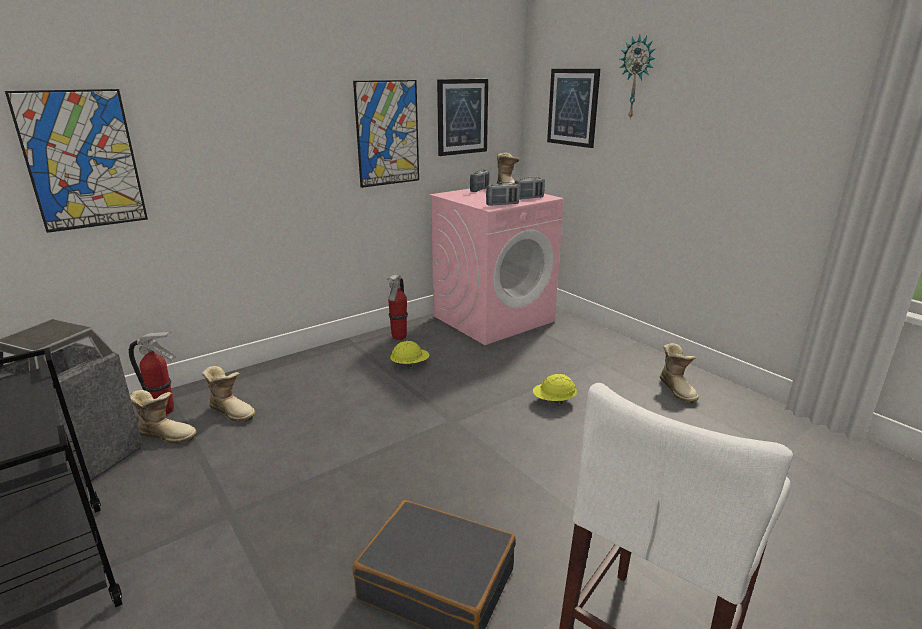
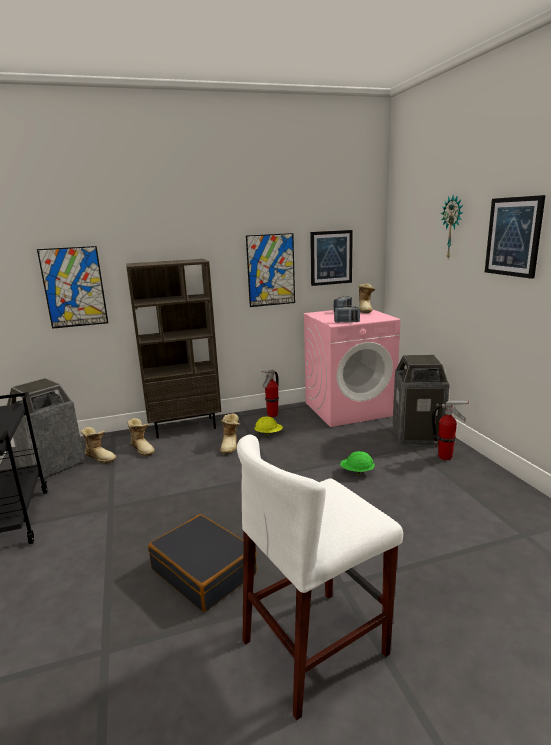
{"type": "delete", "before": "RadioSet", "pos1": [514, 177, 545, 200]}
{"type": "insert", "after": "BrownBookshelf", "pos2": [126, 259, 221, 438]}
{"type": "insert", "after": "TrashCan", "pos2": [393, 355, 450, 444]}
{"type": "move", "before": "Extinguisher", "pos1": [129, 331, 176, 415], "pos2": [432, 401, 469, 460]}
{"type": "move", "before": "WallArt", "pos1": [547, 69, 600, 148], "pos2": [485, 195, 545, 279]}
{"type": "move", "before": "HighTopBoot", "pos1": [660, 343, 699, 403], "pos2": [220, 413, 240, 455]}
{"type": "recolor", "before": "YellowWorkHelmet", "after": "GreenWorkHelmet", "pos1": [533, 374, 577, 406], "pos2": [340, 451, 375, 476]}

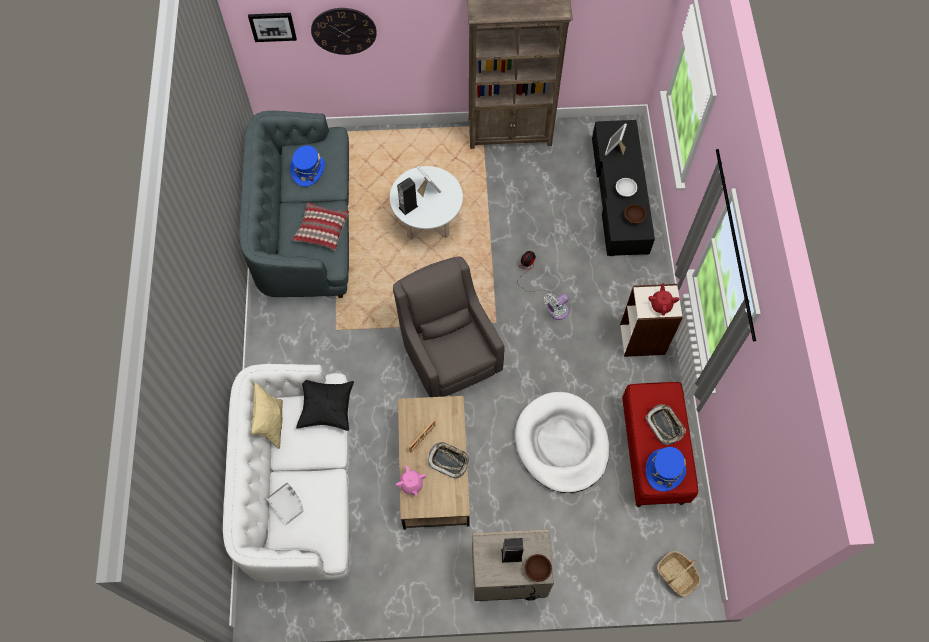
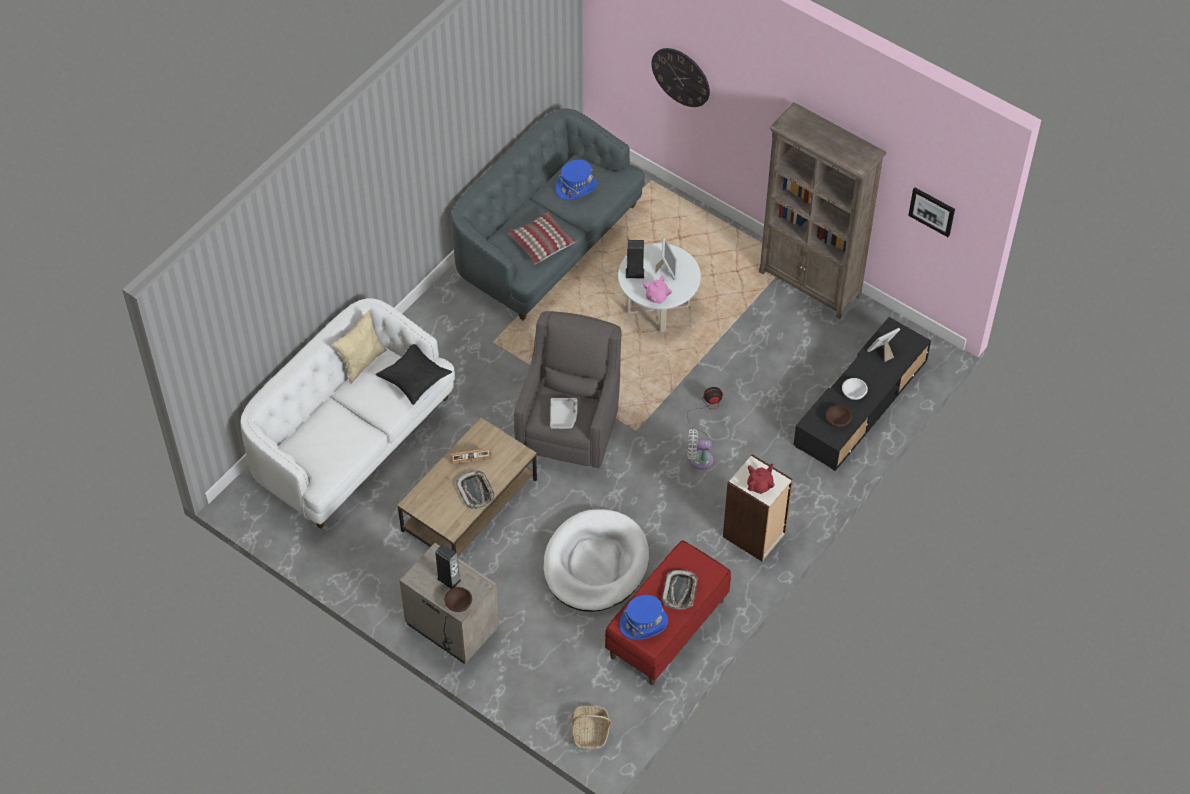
{"type": "move", "before": "WallArt", "pos1": [248, 13, 297, 42], "pos2": [908, 188, 955, 237]}
{"type": "move", "before": "GreyServingTray", "pos1": [266, 482, 303, 525], "pos2": [550, 398, 577, 429]}
{"type": "move", "before": "PinkTeaPot", "pos1": [396, 466, 426, 496], "pos2": [642, 275, 672, 304]}

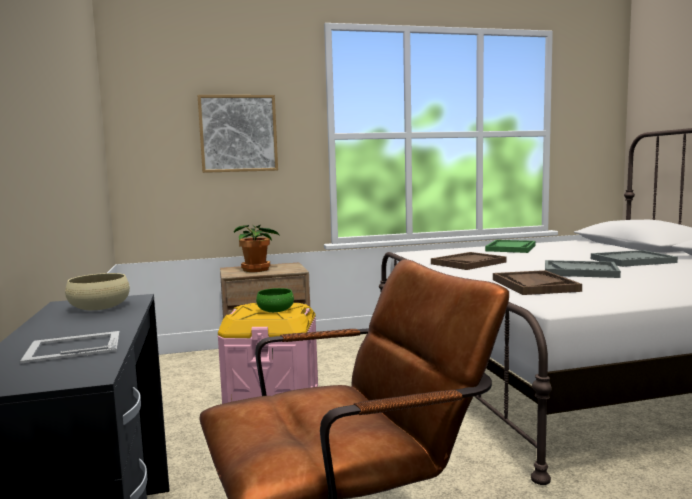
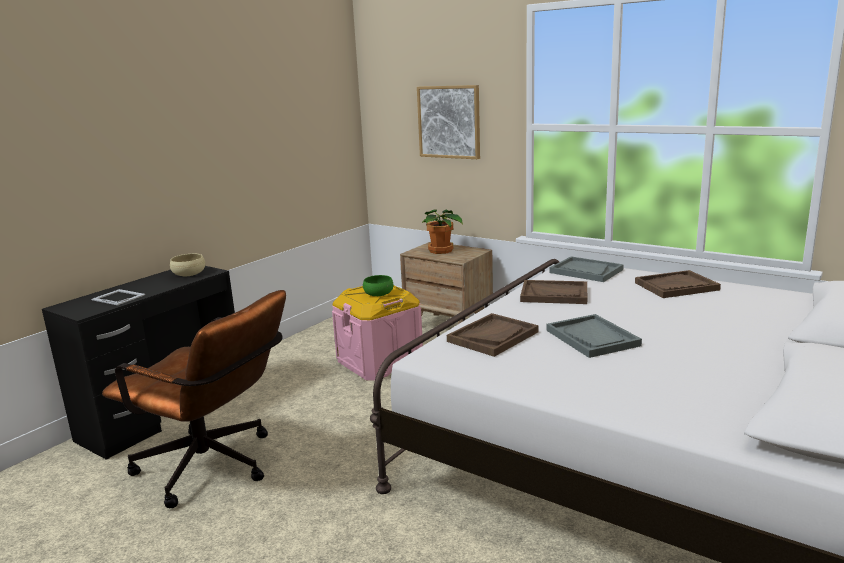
{"type": "move", "before": "GreyServingTray", "pos1": [591, 250, 678, 267], "pos2": [549, 256, 624, 282]}
{"type": "recolor", "before": "GreenServingTray", "after": "BrownServingTray", "pos1": [485, 240, 536, 253], "pos2": [635, 270, 721, 298]}

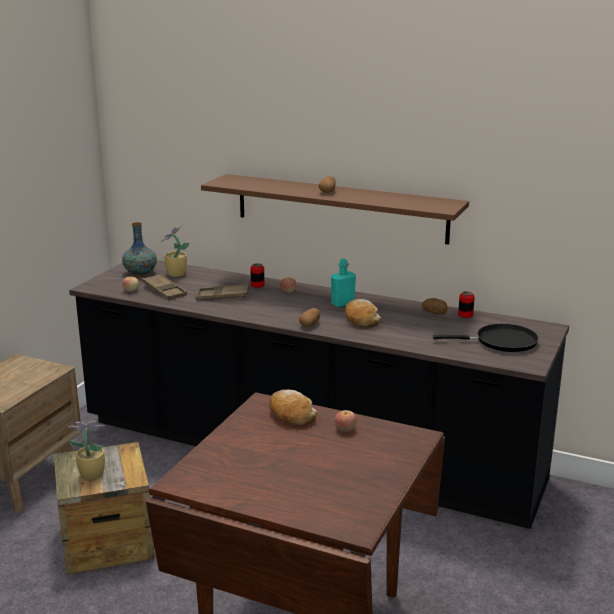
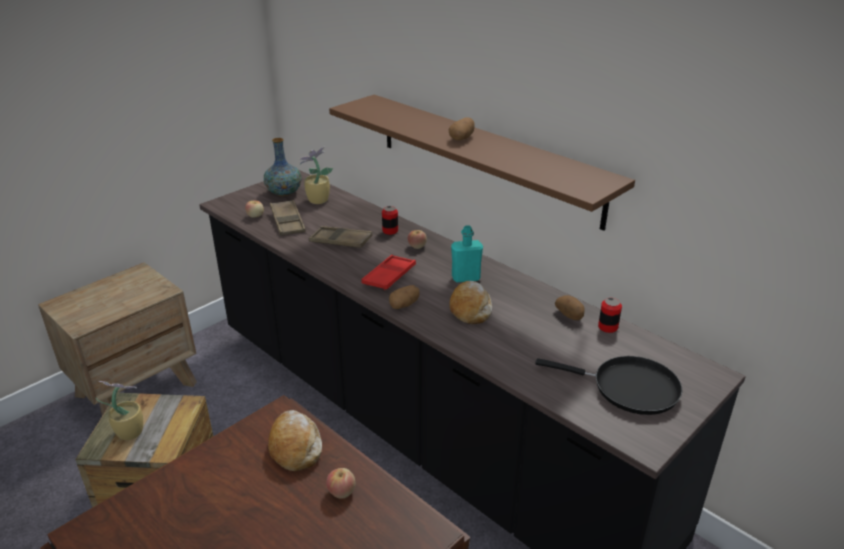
{"type": "insert", "after": "RedServingTray", "pos2": [361, 255, 416, 290]}

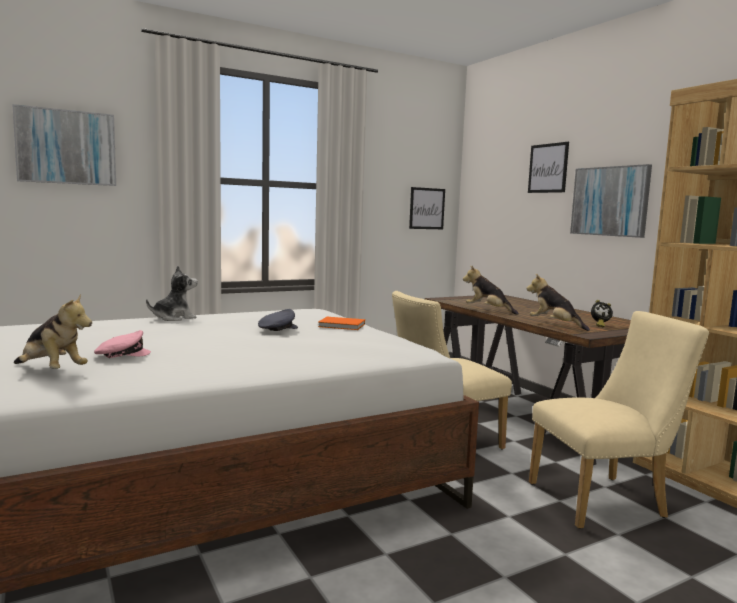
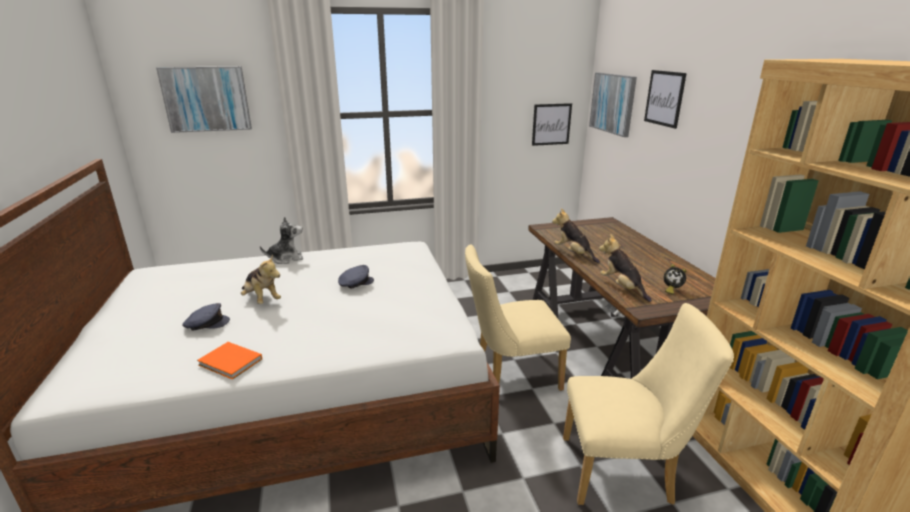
{"type": "move", "before": "CuddlyToy", "pos1": [14, 294, 92, 369], "pos2": [241, 254, 281, 304]}
{"type": "move", "before": "OrangeColouredBoundBook", "pos1": [318, 317, 365, 330], "pos2": [197, 342, 262, 380]}
{"type": "move", "before": "WallArt", "pos1": [570, 164, 652, 238], "pos2": [589, 73, 637, 137]}
{"type": "recolor", "before": "PinkCap", "after": "GreyCap", "pos1": [94, 330, 151, 358], "pos2": [182, 303, 230, 331]}

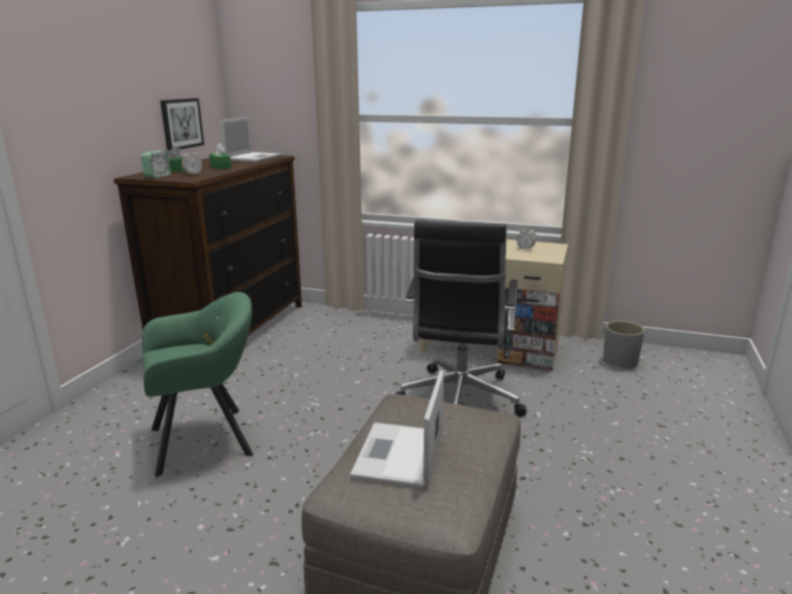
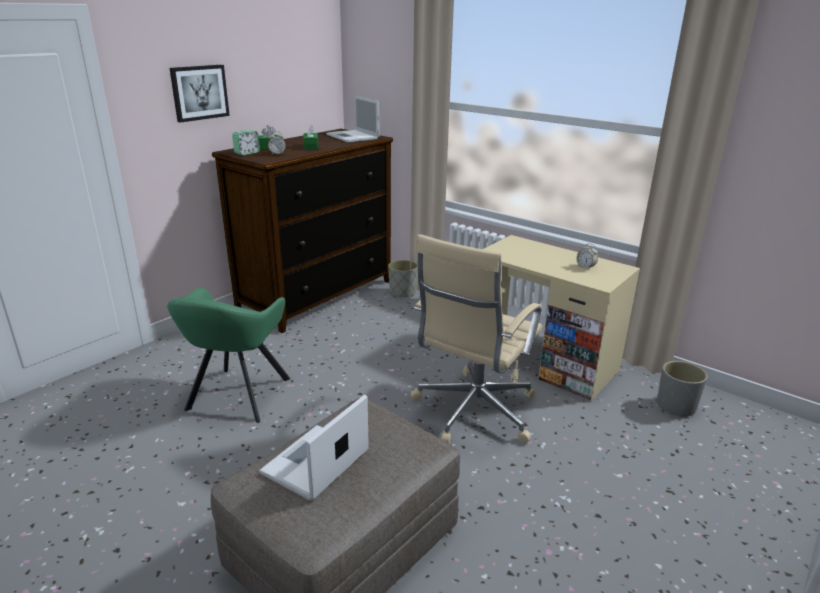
{"type": "insert", "after": "GreyFlowerPot", "pos2": [388, 260, 418, 297]}
{"type": "move", "before": "WallArt", "pos1": [160, 98, 204, 151], "pos2": [170, 65, 230, 123]}
{"type": "recolor", "before": "BlackishComputerChair", "after": "SandColouredComputerChair", "pos1": [395, 220, 526, 417], "pos2": [411, 234, 543, 444]}
{"type": "rotate", "before": "GreenEasyChair", "pos1": [142, 292, 253, 477], "pos2": [167, 288, 290, 423], "turn": 105}
{"type": "rotate", "before": "NotebookComputer", "pos1": [220, 117, 282, 162], "pos2": [326, 96, 379, 142], "turn": 105}

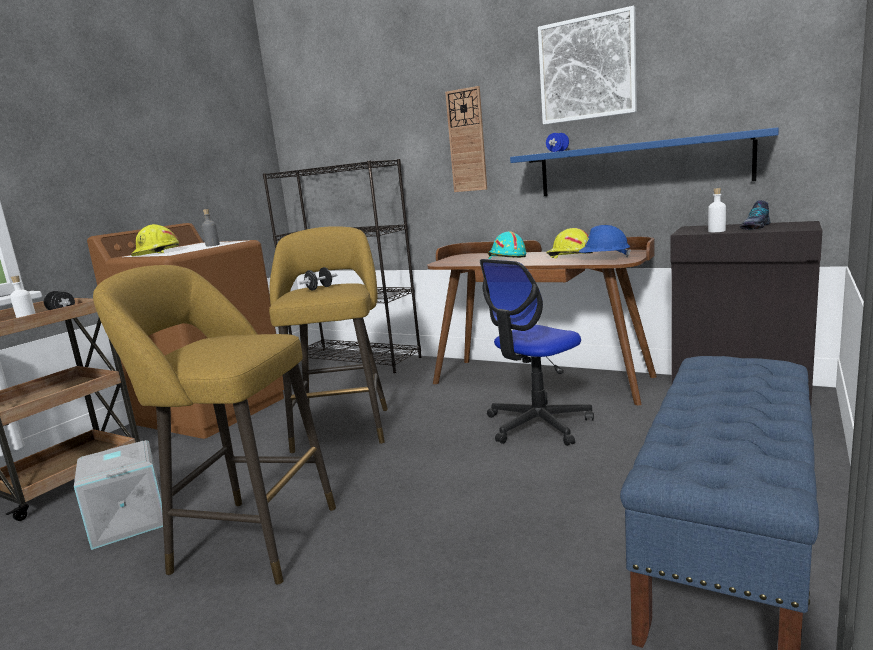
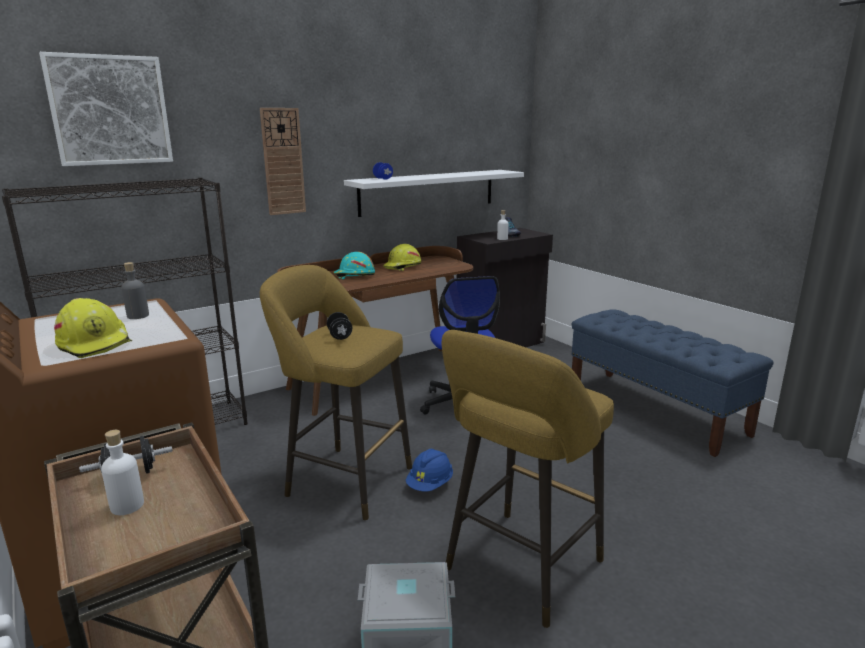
{"type": "move", "before": "WallArt", "pos1": [538, 6, 637, 125], "pos2": [39, 52, 173, 166]}
{"type": "move", "before": "BlueWorkHelmet", "pos1": [579, 225, 631, 257], "pos2": [406, 449, 453, 492]}
{"type": "recolor", "before": "BlueShelf", "after": "WhitishShelf", "pos1": [510, 127, 779, 196], "pos2": [344, 170, 524, 217]}

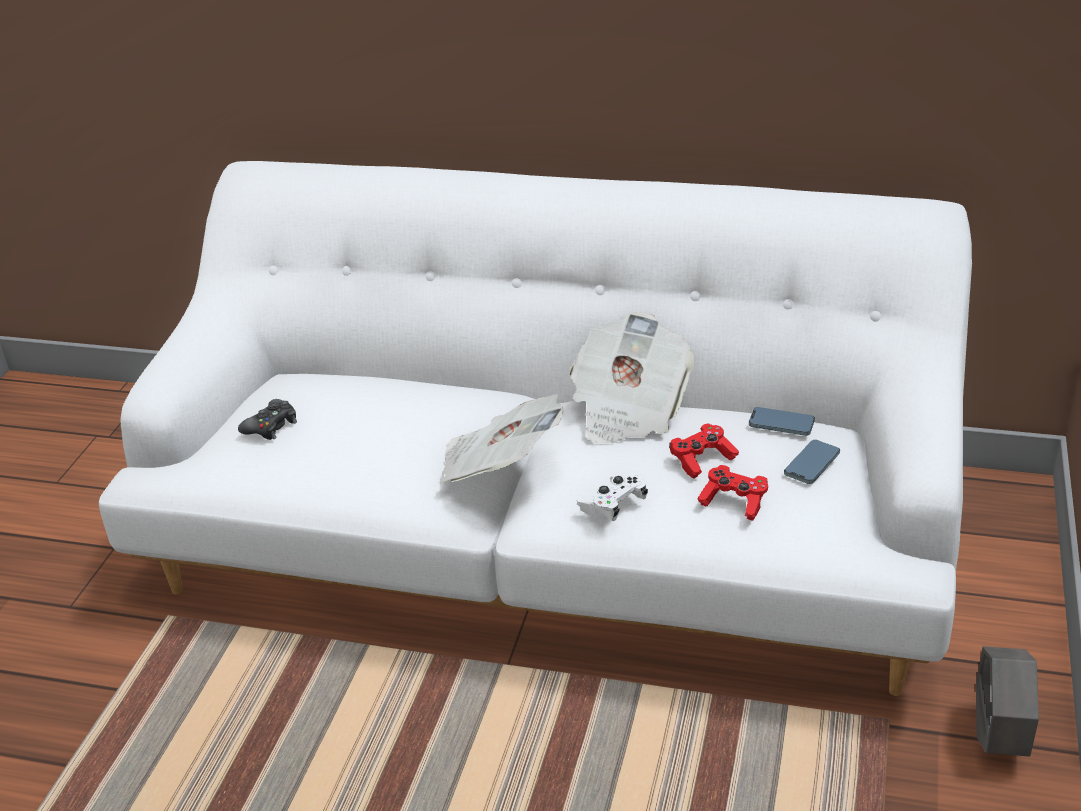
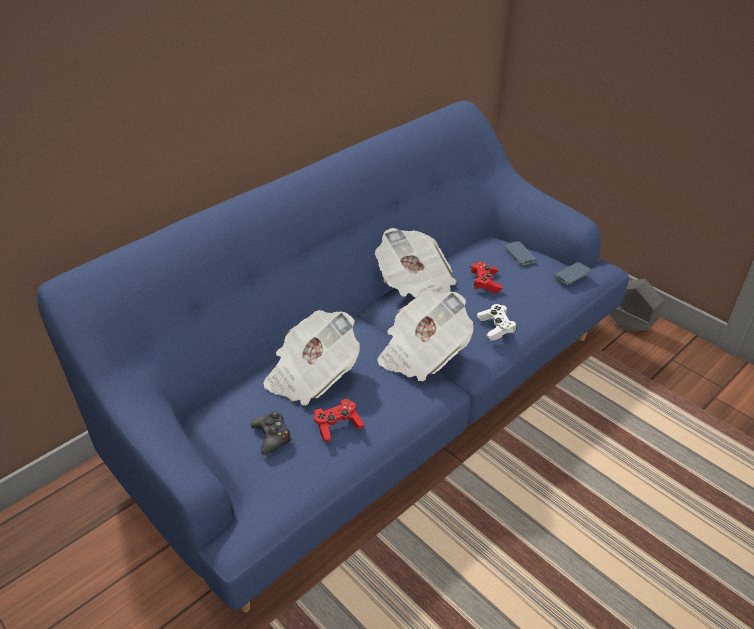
{"type": "insert", "after": "PrintedPaper", "pos2": [263, 310, 360, 406]}
{"type": "move", "before": "RedGamepad", "pos1": [697, 465, 768, 521], "pos2": [314, 399, 364, 443]}
{"type": "move", "before": "Handset", "pos1": [749, 407, 815, 436], "pos2": [554, 262, 592, 285]}
{"type": "recolor", "before": "WhitishSofa", "after": "BlueSofa", "pos1": [99, 161, 972, 696], "pos2": [36, 101, 629, 612]}

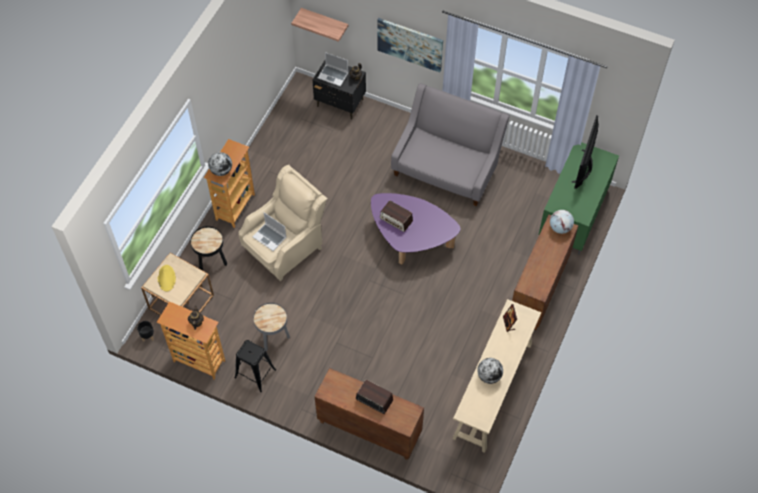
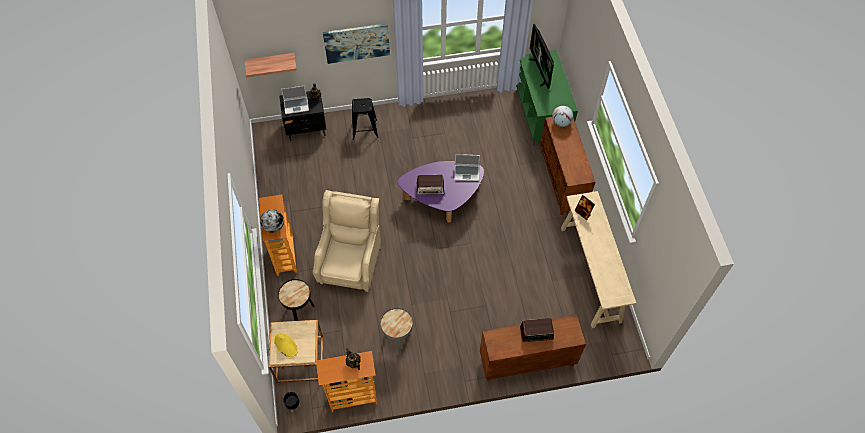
{"type": "delete", "before": "GreySofa", "pos1": [391, 83, 510, 206]}
{"type": "delete", "before": "WorldGlobe", "pos1": [477, 358, 503, 384]}
{"type": "move", "before": "BlackishStool", "pos1": [234, 340, 276, 392], "pos2": [352, 98, 378, 140]}
{"type": "move", "before": "NotebookComputer", "pos1": [252, 213, 287, 251], "pos2": [454, 154, 480, 181]}

